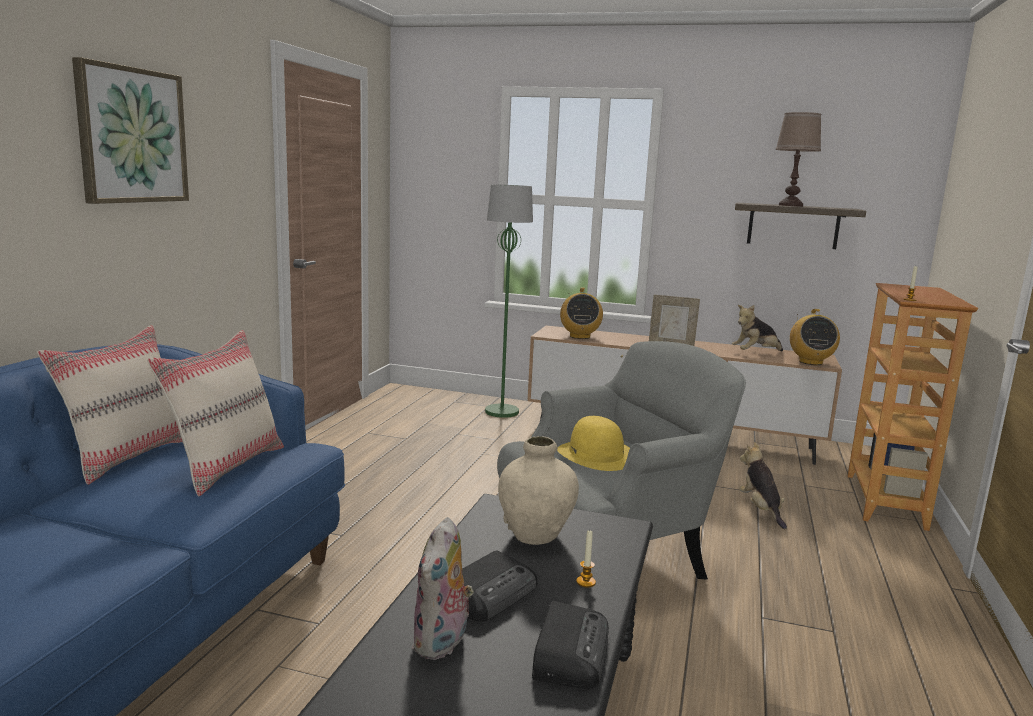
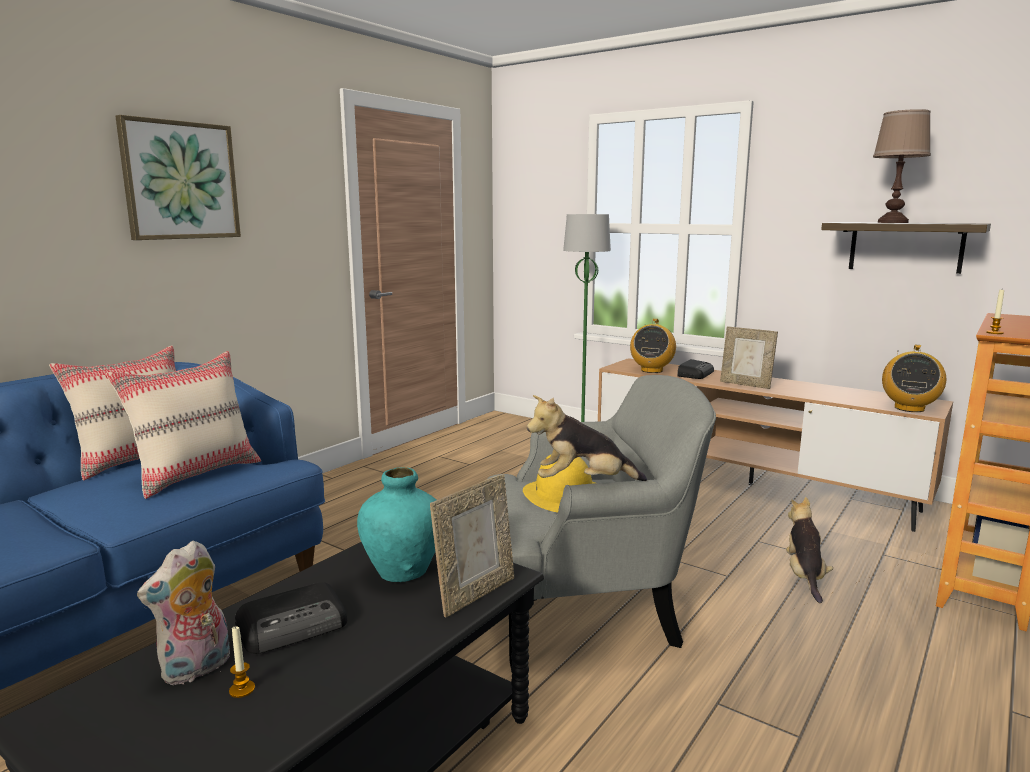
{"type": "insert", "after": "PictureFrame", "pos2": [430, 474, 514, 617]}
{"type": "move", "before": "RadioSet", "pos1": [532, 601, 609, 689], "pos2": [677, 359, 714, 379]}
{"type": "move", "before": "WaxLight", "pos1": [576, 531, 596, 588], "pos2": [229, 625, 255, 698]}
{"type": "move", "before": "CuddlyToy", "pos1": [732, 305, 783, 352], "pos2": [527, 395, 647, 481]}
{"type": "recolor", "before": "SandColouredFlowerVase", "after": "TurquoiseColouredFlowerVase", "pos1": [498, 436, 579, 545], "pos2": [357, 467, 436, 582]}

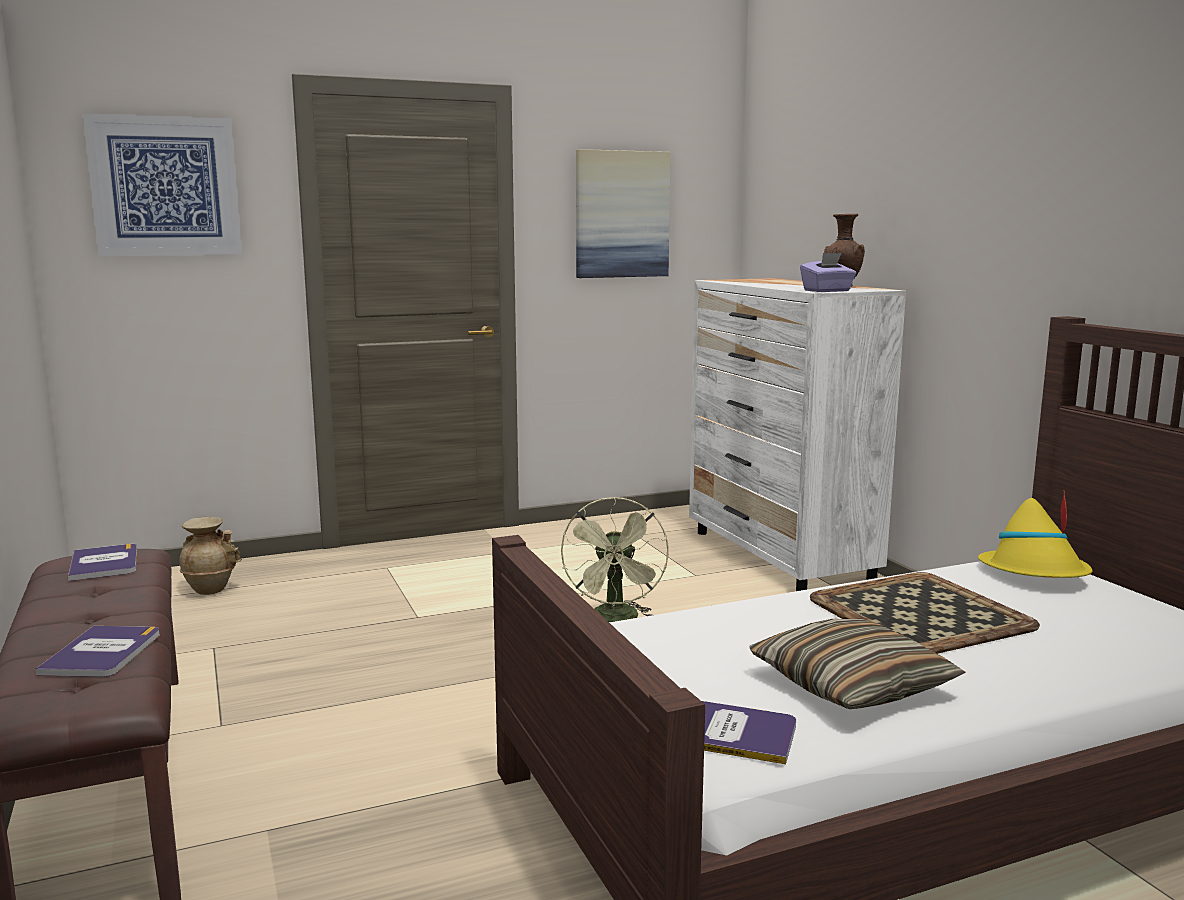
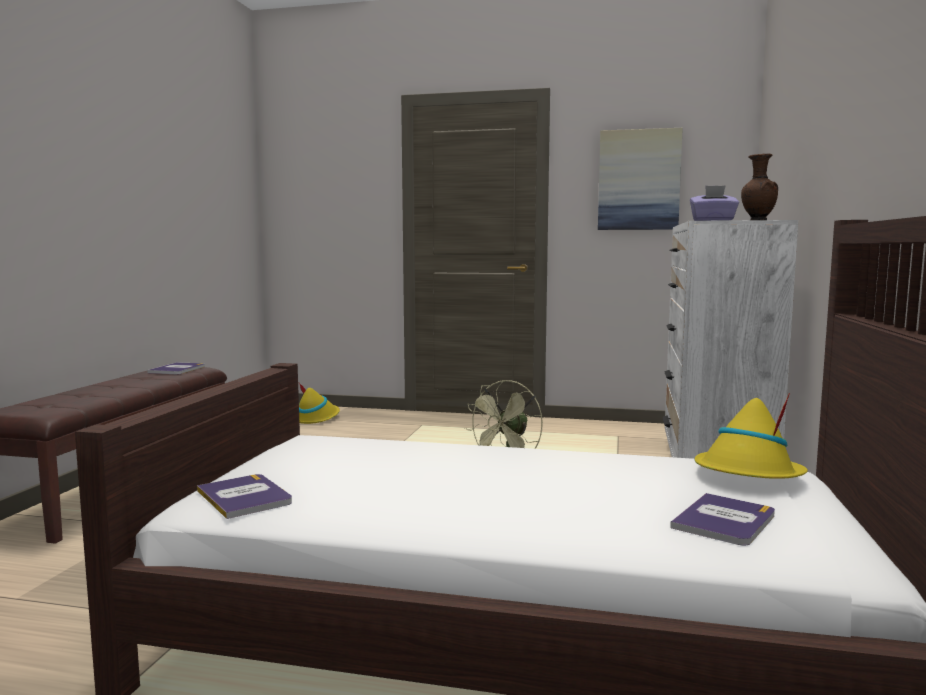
{"type": "delete", "before": "WallArt", "pos1": [83, 113, 242, 256]}
{"type": "delete", "before": "ThrowPillow", "pos1": [749, 619, 965, 709]}
{"type": "delete", "before": "ServingTray", "pos1": [810, 572, 1040, 654]}
{"type": "move", "before": "BoundBook", "pos1": [35, 626, 160, 677], "pos2": [670, 493, 775, 546]}
{"type": "replace", "before": "SandColouredFlowerVase", "after": "YellowWearableHat", "pos1": [179, 517, 242, 595], "pos2": [299, 383, 340, 424]}

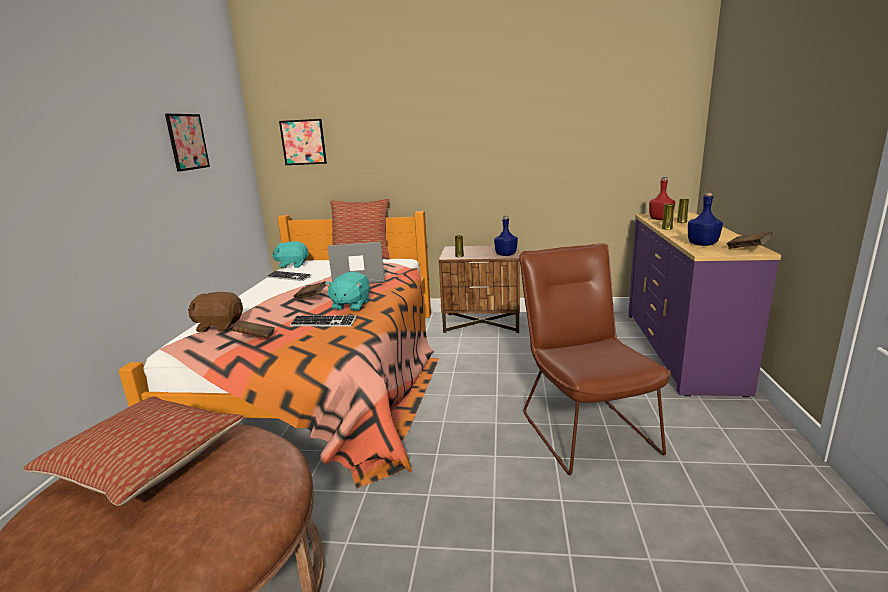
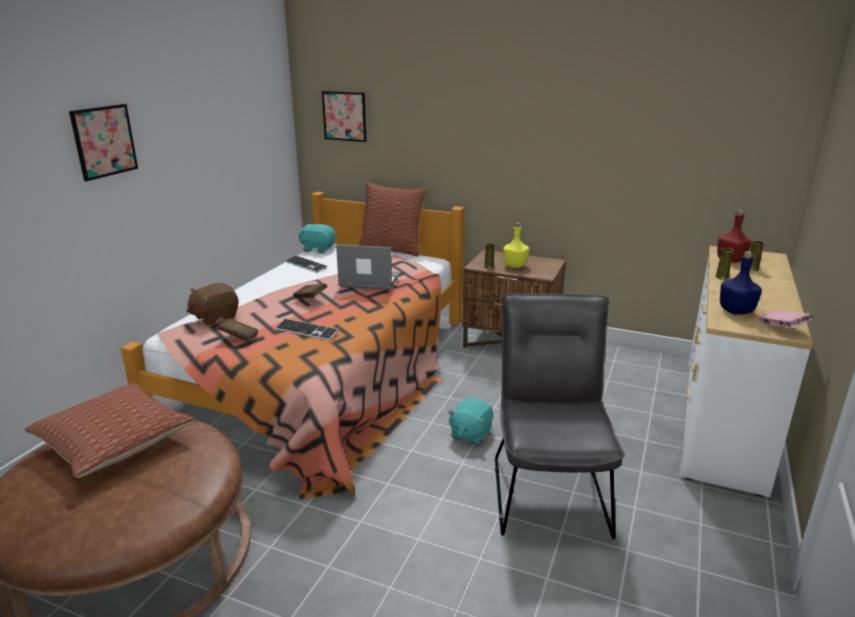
{"type": "delete", "before": "BlueBeverageBottle", "pos1": [494, 216, 518, 256]}
{"type": "insert", "after": "YellowBeverageBottle", "pos2": [503, 223, 529, 268]}
{"type": "move", "before": "WallArt", "pos1": [165, 114, 210, 172], "pos2": [69, 104, 138, 181]}
{"type": "move", "before": "TurquoiseColouredCuddlyToy", "pos1": [325, 271, 370, 311], "pos2": [447, 398, 493, 445]}
{"type": "recolor", "before": "BrownChair", "after": "GreyChair", "pos1": [519, 243, 671, 475], "pos2": [495, 293, 625, 539]}
{"type": "recolor", "before": "PurpleColouredChestOfDrawers", "after": "WhitishChestOfDrawers", "pos1": [628, 212, 781, 397], "pos2": [679, 246, 813, 497]}
{"type": "recolor", "before": "BrownBoundBook", "after": "PinkBoundBook", "pos1": [727, 232, 772, 249], "pos2": [758, 310, 812, 329]}
{"type": "rotate", "before": "BrownCuddlyToy", "pos1": [188, 292, 243, 332], "pos2": [186, 283, 239, 325], "turn": -60}

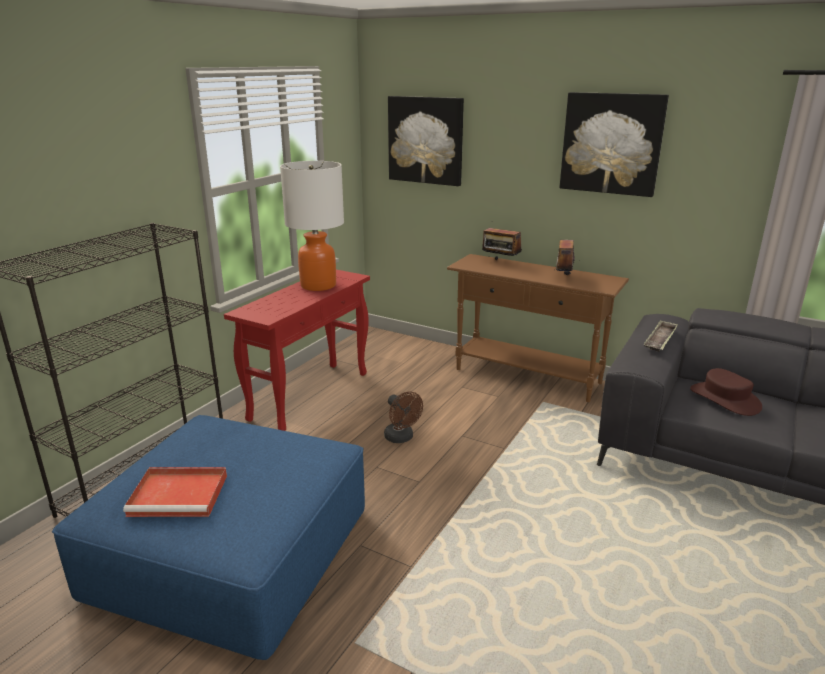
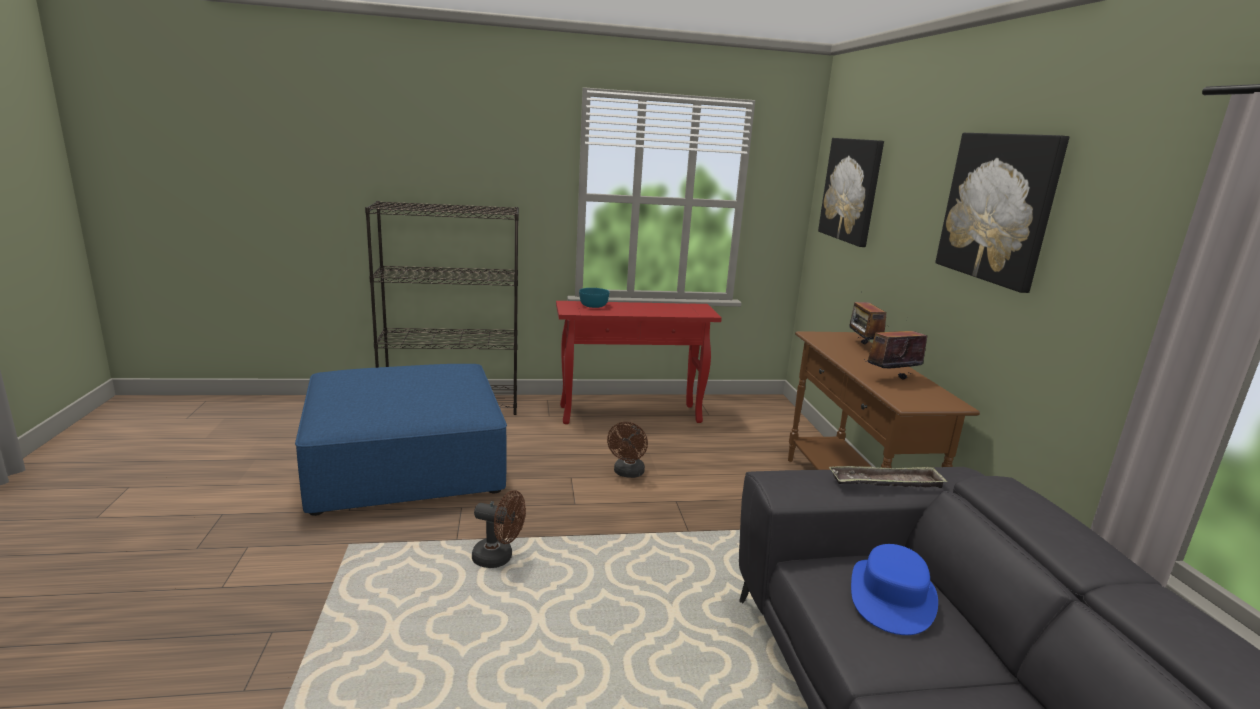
{"type": "delete", "before": "RedServingTray", "pos1": [123, 467, 227, 517]}
{"type": "delete", "before": "TabletopLamp", "pos1": [280, 161, 344, 291]}
{"type": "insert", "after": "BrownElectricFan", "pos2": [472, 490, 526, 568]}
{"type": "insert", "after": "TurquoiseColouredBowl", "pos2": [579, 288, 610, 308]}
{"type": "recolor", "before": "BrownWearableHat", "after": "BlueWearableHat", "pos1": [690, 368, 762, 416], "pos2": [851, 544, 938, 635]}

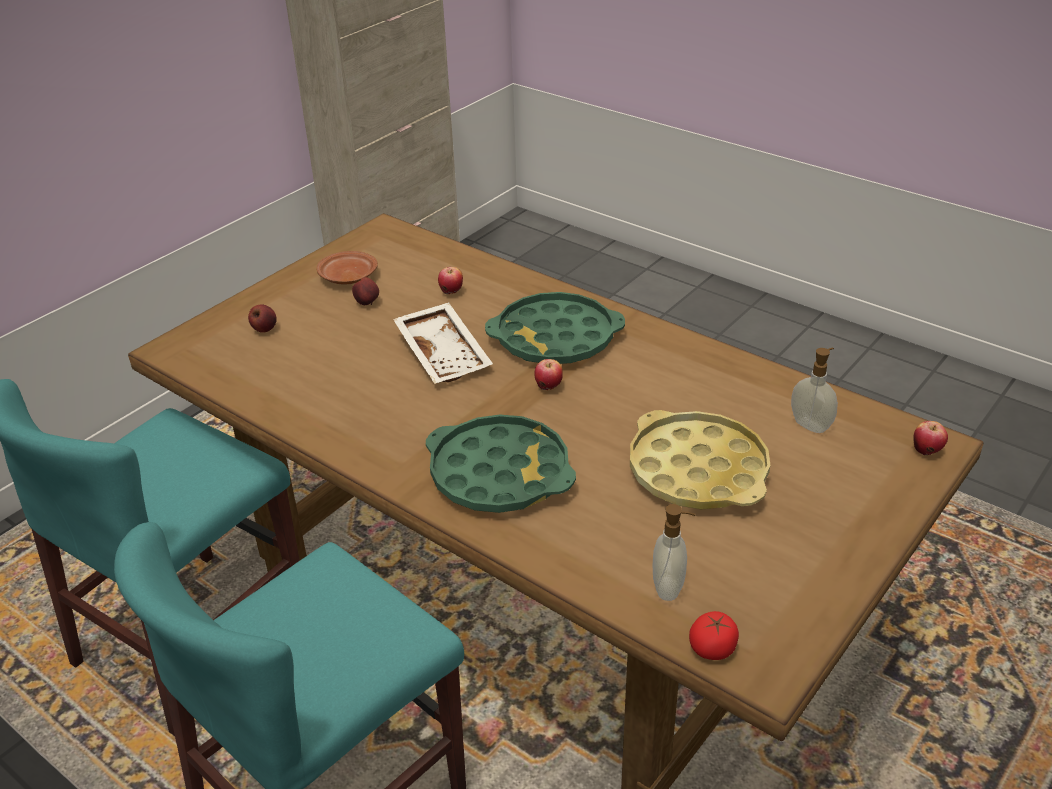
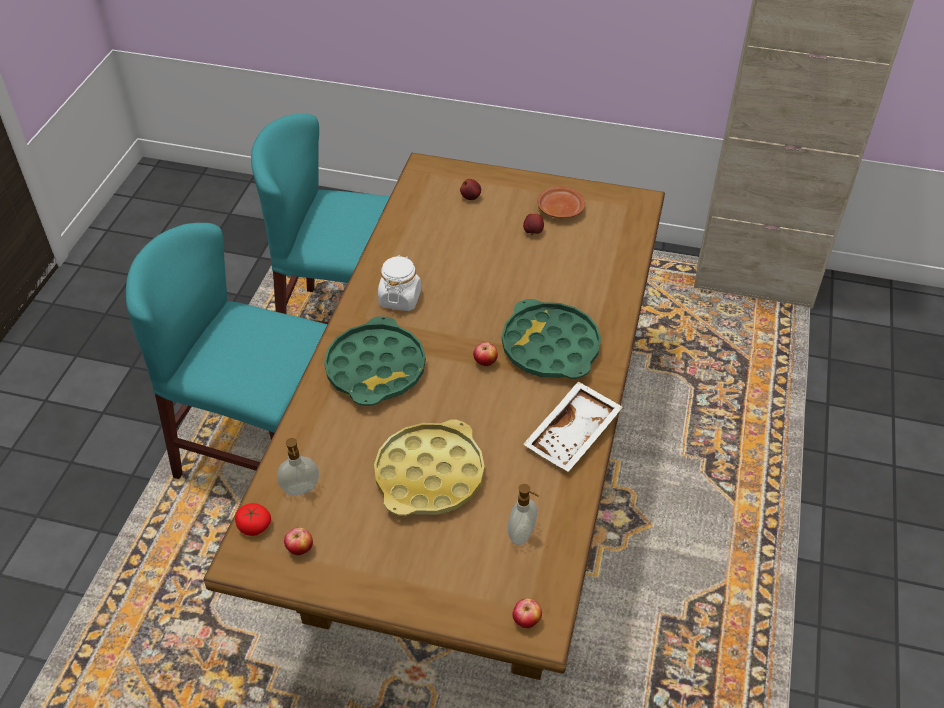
{"type": "insert", "after": "WhitishStorageJar", "pos2": [378, 255, 421, 311]}
{"type": "move", "before": "WhitishServingTray", "pos1": [393, 303, 493, 384], "pos2": [523, 382, 623, 472]}
{"type": "move", "before": "AppleFruit", "pos1": [438, 267, 463, 294], "pos2": [284, 527, 313, 555]}

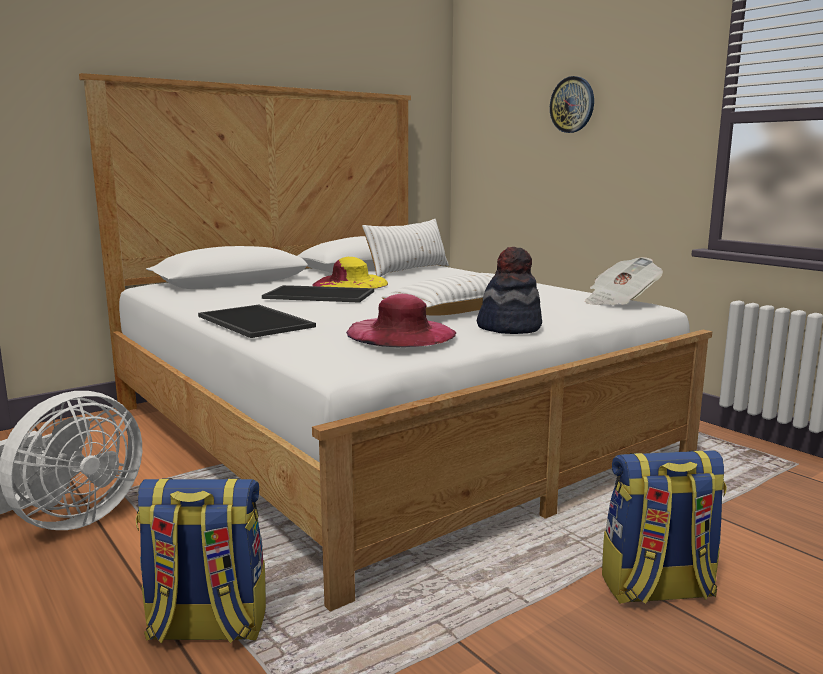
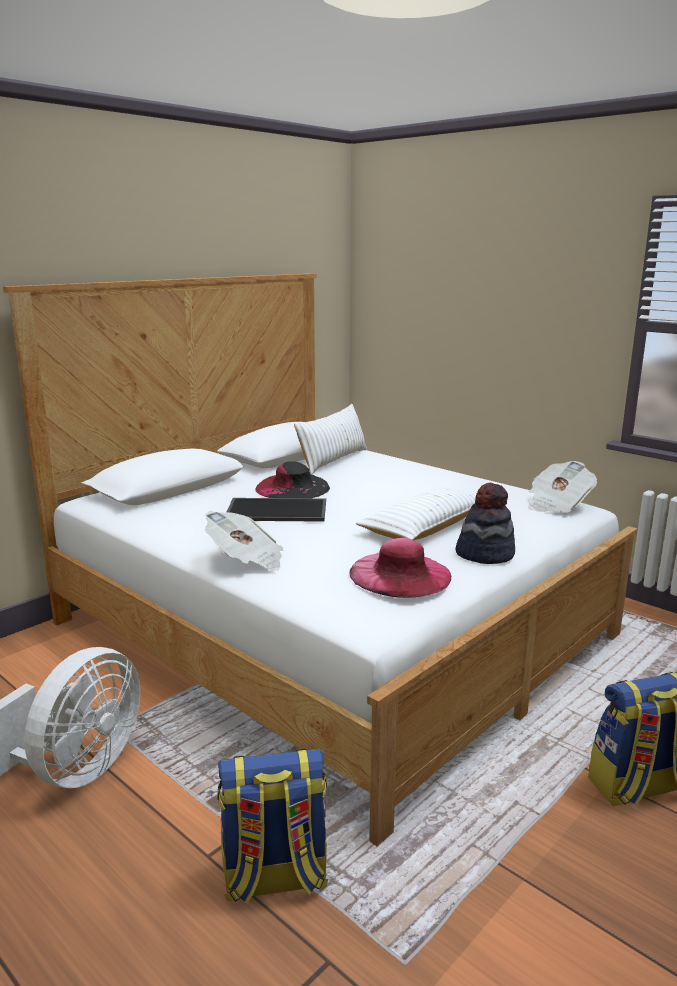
{"type": "delete", "before": "ClockOnTheWall", "pos1": [550, 76, 594, 133]}
{"type": "replace", "before": "ServingTray", "after": "PrintedPaper", "pos1": [198, 305, 316, 338], "pos2": [205, 511, 283, 571]}
{"type": "recolor", "before": "YellowWearableHat", "after": "BlackishWearableHat", "pos1": [312, 257, 388, 289], "pos2": [255, 461, 330, 498]}

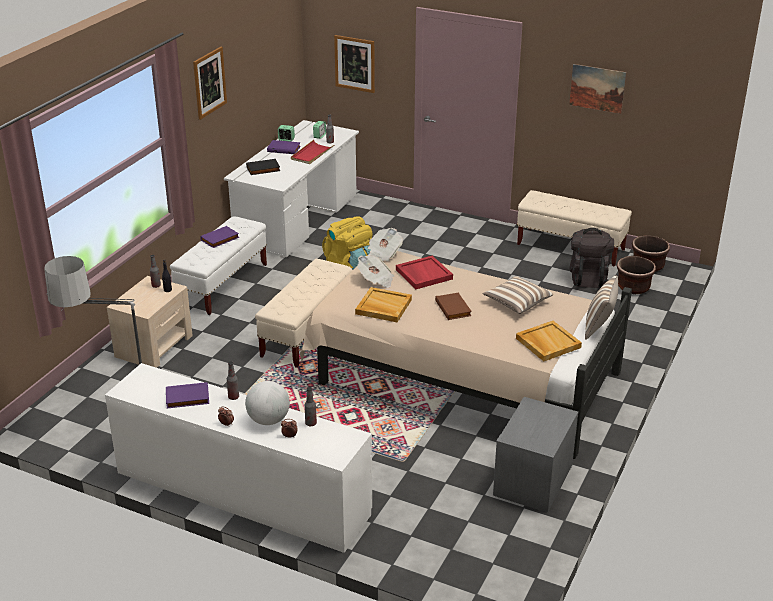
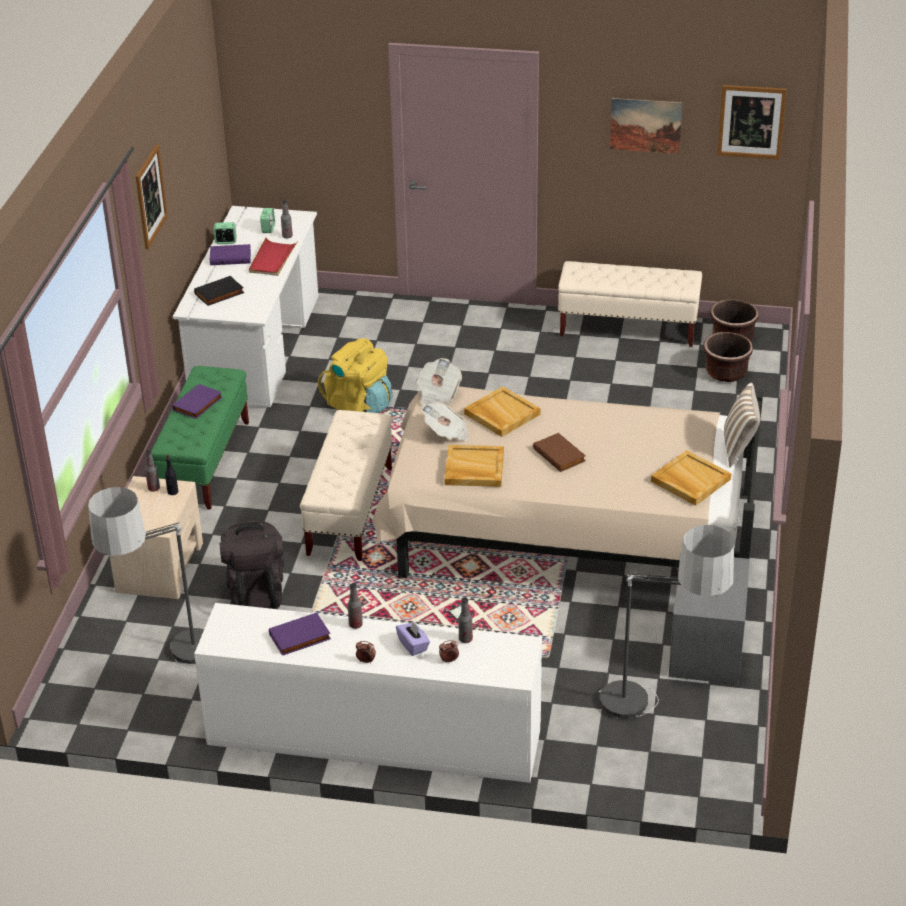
{"type": "delete", "before": "ThrowPillow", "pos1": [482, 276, 553, 314]}
{"type": "insert", "after": "FloorLamp", "pos2": [598, 525, 734, 718]}
{"type": "move", "before": "WallArt", "pos1": [334, 35, 375, 93], "pos2": [717, 85, 787, 160]}
{"type": "move", "before": "BlackishBackpack", "pos1": [569, 228, 614, 288], "pos2": [219, 521, 284, 609]}
{"type": "replace", "before": "WorldGlobe", "after": "PurpleColouredTissueBox", "pos1": [245, 381, 290, 425], "pos2": [396, 622, 430, 656]}
{"type": "recolor", "before": "WhitishBench", "after": "GreenBench", "pos1": [170, 216, 267, 315], "pos2": [151, 366, 249, 510]}
{"type": "recolor", "before": "RedServingTray", "after": "SandColouredServingTray", "pos1": [396, 256, 453, 289], "pos2": [464, 386, 541, 437]}

